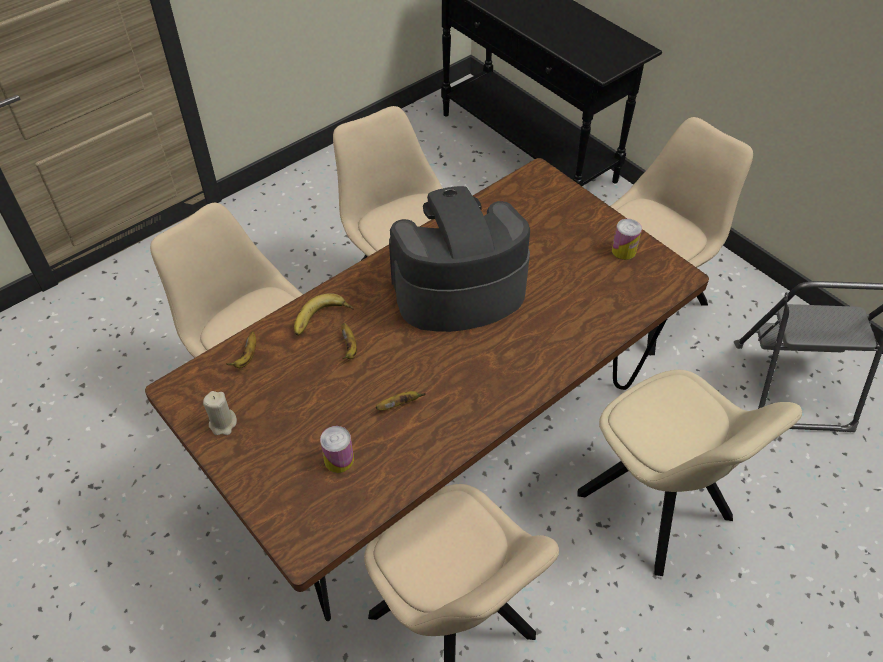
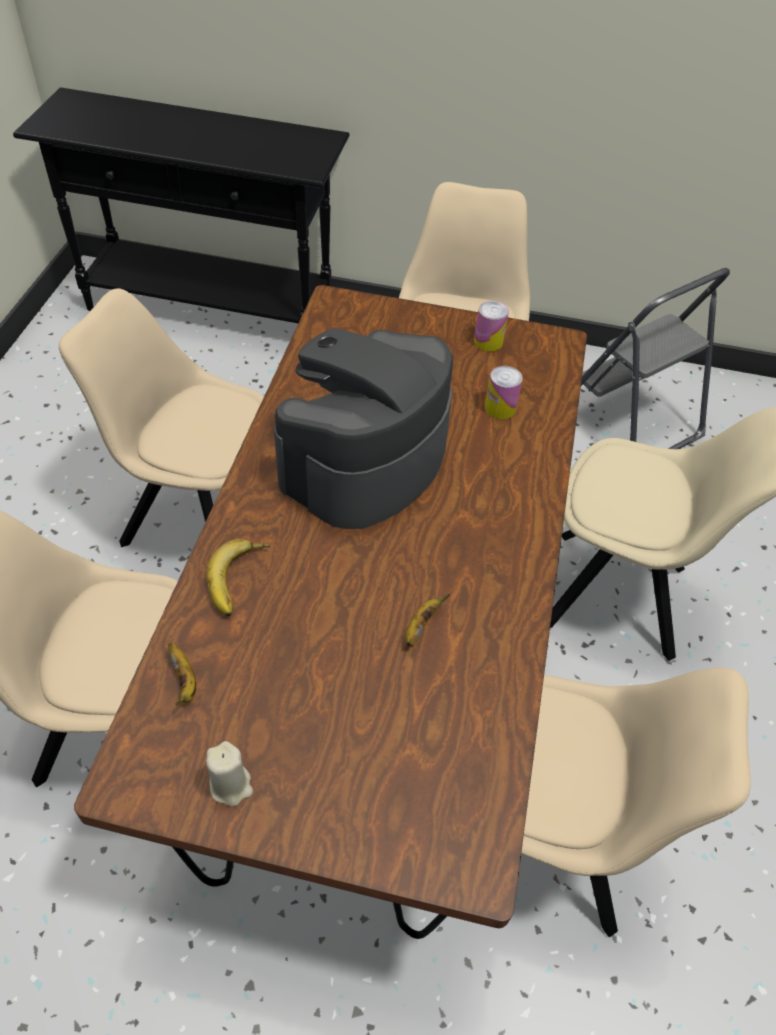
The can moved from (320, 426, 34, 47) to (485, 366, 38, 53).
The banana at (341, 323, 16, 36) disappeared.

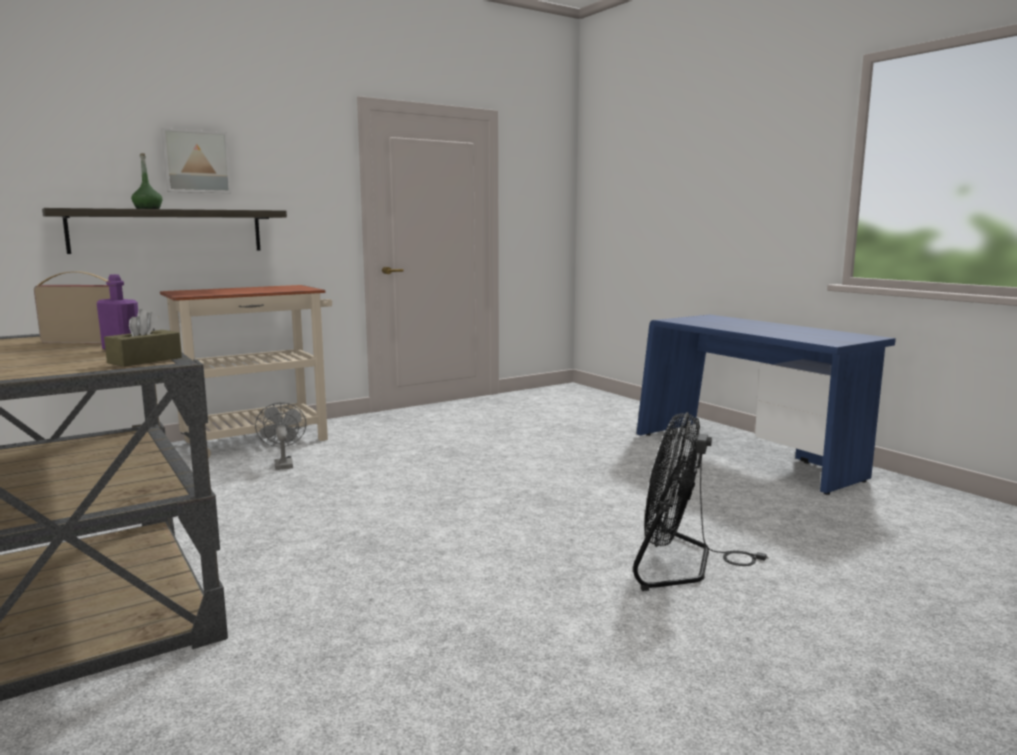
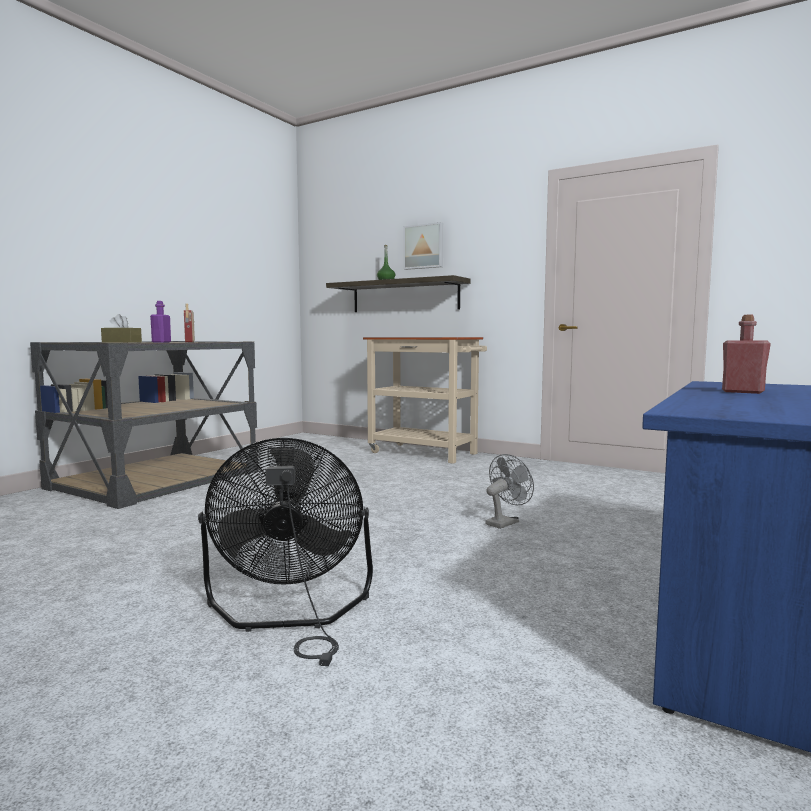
The fan (grey) moved from (255, 403, 51, 67) to (485, 454, 49, 75).
The bottle (red) at (722, 315, 49, 79) appeared.

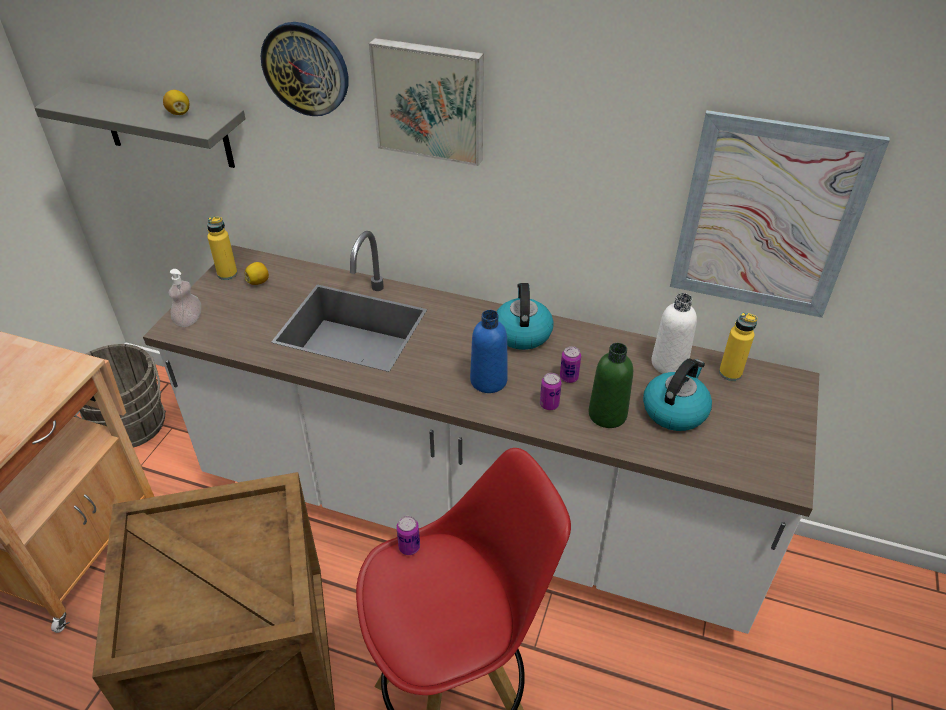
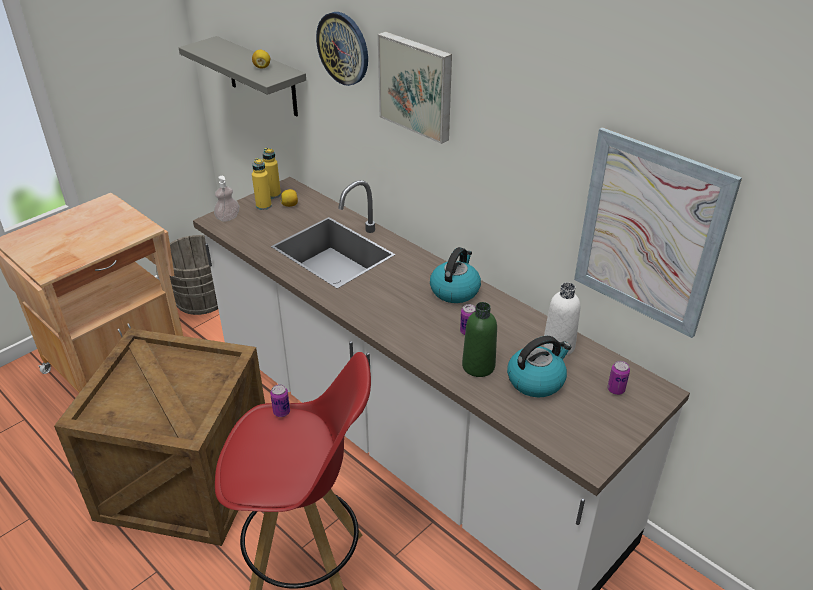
The bottle (yellow) moved from (719, 312, 39, 69) to (252, 158, 20, 52).
The can moved from (540, 373, 21, 37) to (607, 361, 23, 34).
The bottle (blue) at (470, 310, 38, 83) disappeared.

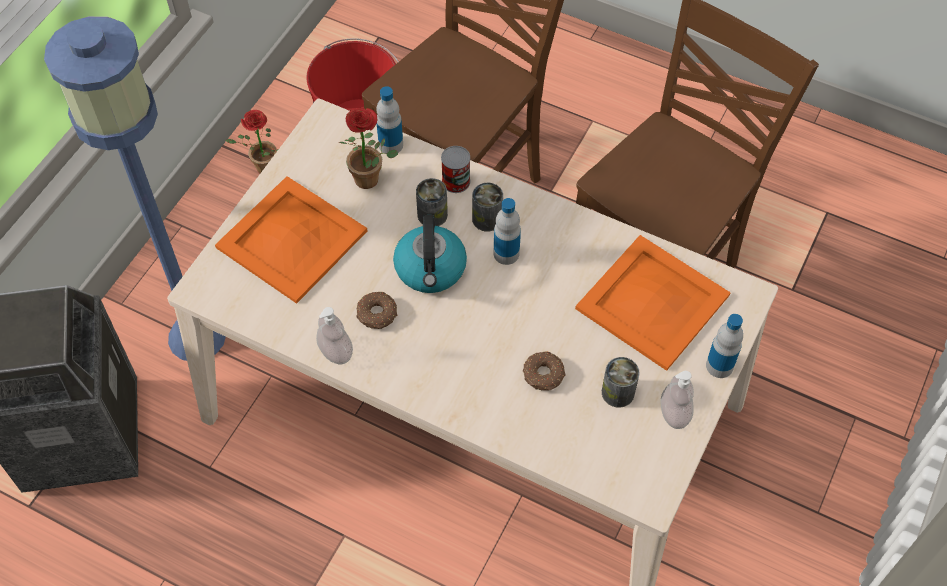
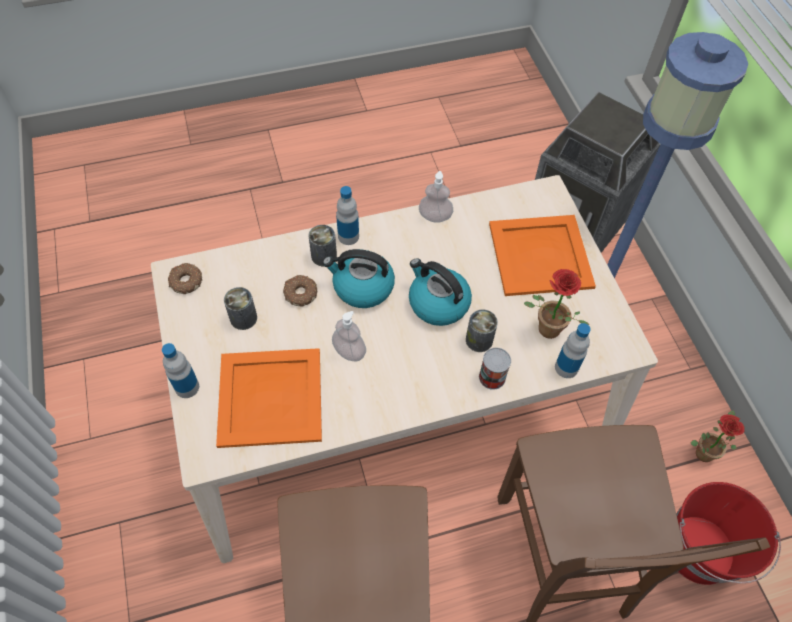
The donut moved from (356, 292, 41, 37) to (168, 263, 34, 31).
The can moved from (472, 183, 31, 49) to (309, 225, 28, 41).
The kettle at (323, 249, 72, 59) appeared.
The soap dispenser moved from (660, 371, 34, 58) to (332, 311, 34, 50).
The bottle moved from (494, 198, 27, 67) to (336, 186, 23, 59).

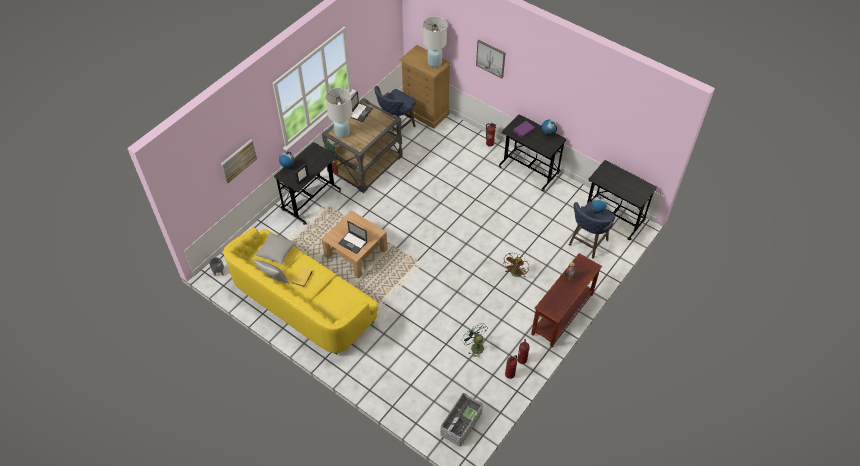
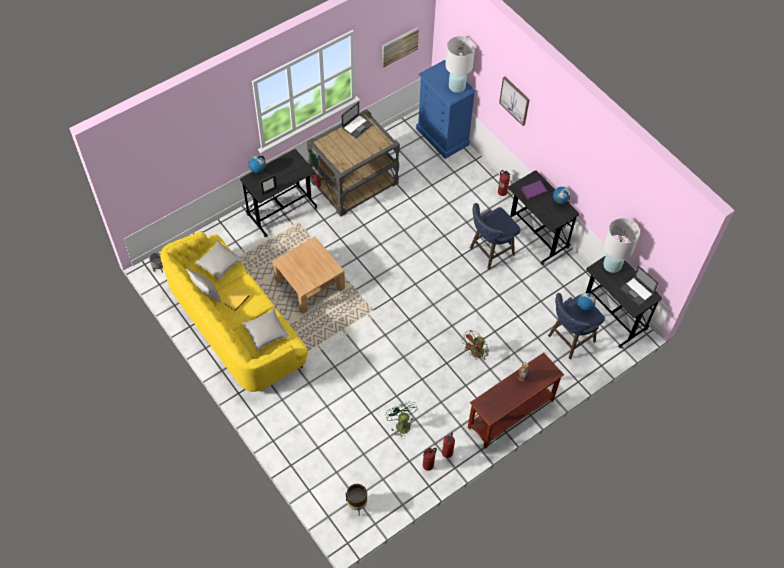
The pillow (grey) at (242, 308, 48, 43) appeared.
The storage box (grey) at (440, 393, 43, 53) was replaced by the planter (brown) at (346, 484, 21, 32).
The picture moved from (221, 139, 36, 44) to (382, 27, 37, 40).
The dresser (brown) at (399, 45, 52, 83) became the dresser (blue) at (416, 60, 60, 99).
The stool (blue) moved from (374, 86, 42, 48) to (470, 203, 50, 67).
The table lamp (white) moved from (326, 88, 26, 50) to (603, 218, 37, 55).
The laptop moved from (338, 221, 30, 33) to (620, 265, 39, 41).

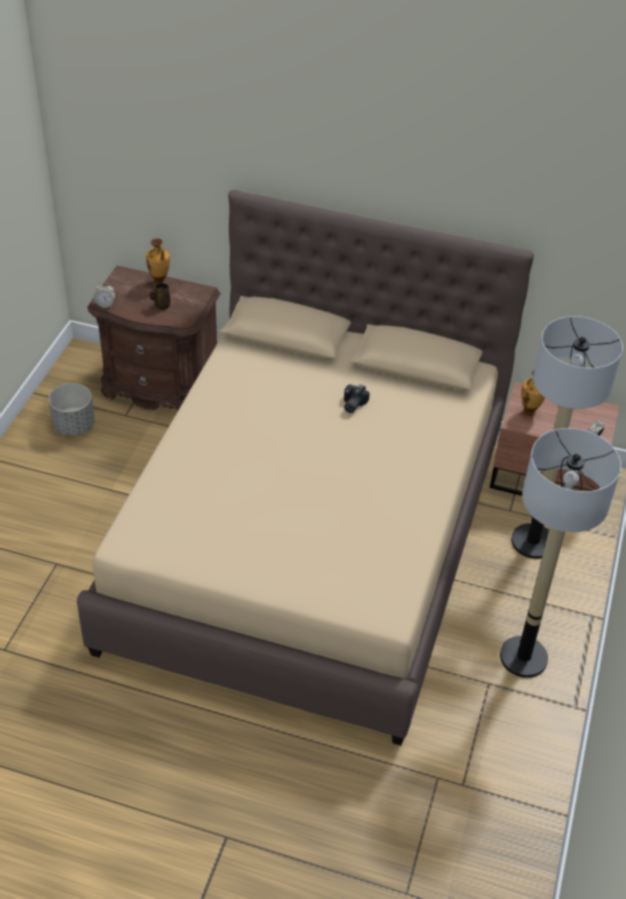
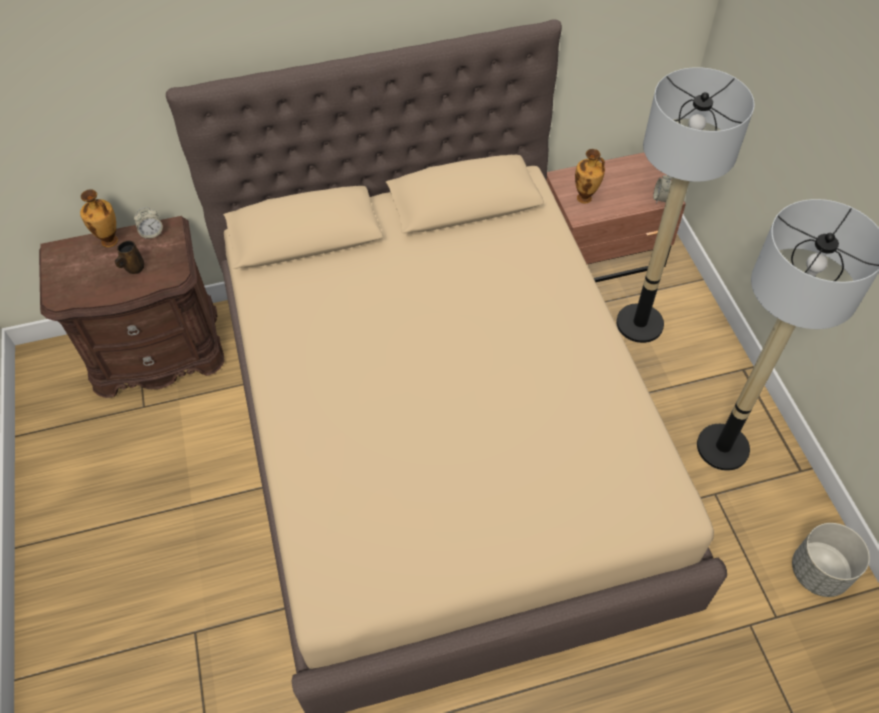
The alarm clock moved from (94, 282, 21, 26) to (134, 207, 29, 32).
The planter (grey) moved from (49, 383, 46, 53) to (792, 523, 78, 74).
The photo camera at (344, 385, 26, 28) disappeared.

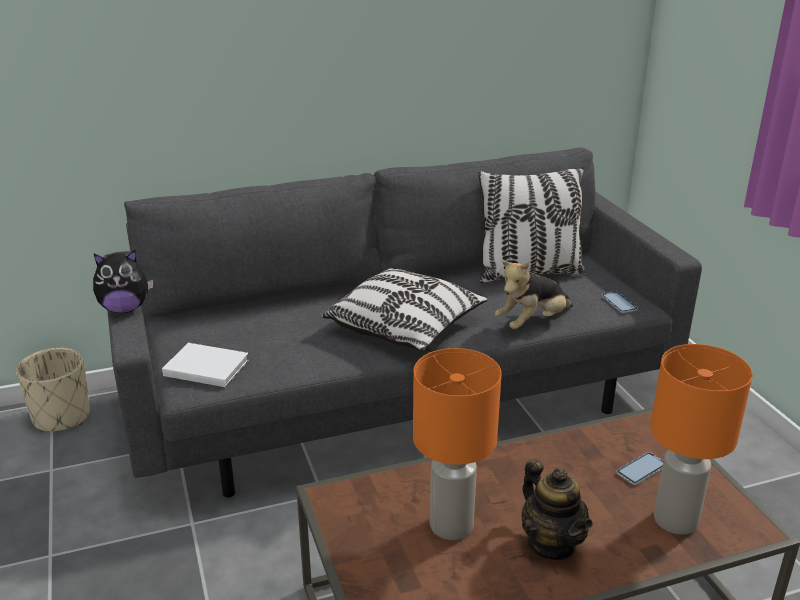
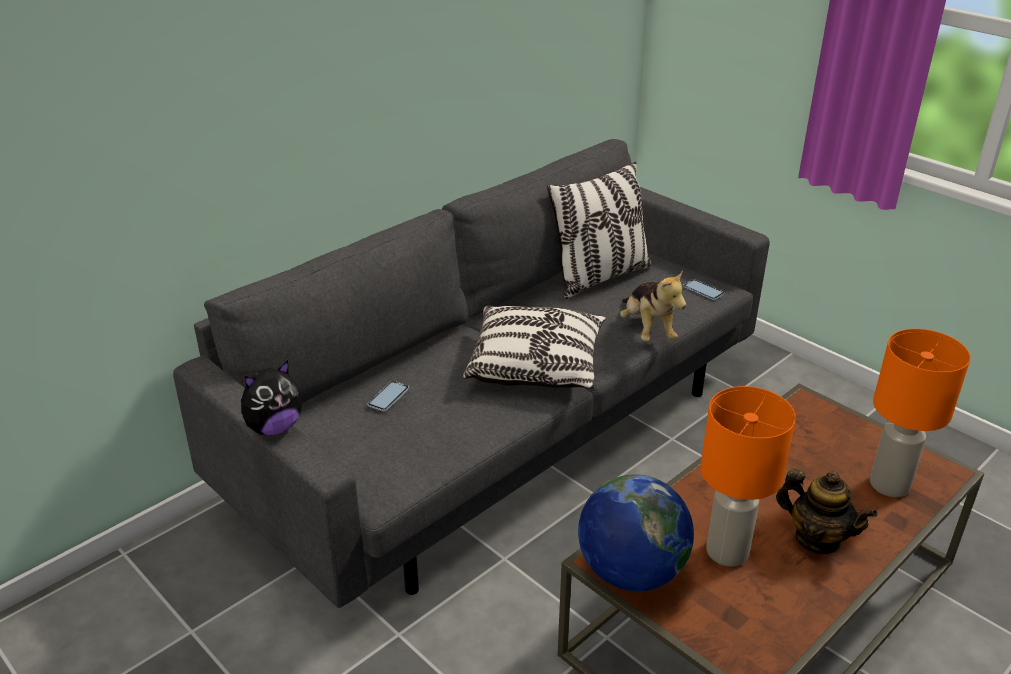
The phone moved from (616, 452, 47, 33) to (367, 381, 42, 31).
The globe at (578, 475, 116, 116) appeared.
The plush toy at (495, 261, 78, 68) turned 45 degrees counterclockwise.
The planter (beige) at (16, 348, 74, 84) disappeared.
The book (white) at (162, 343, 87, 44) disappeared.

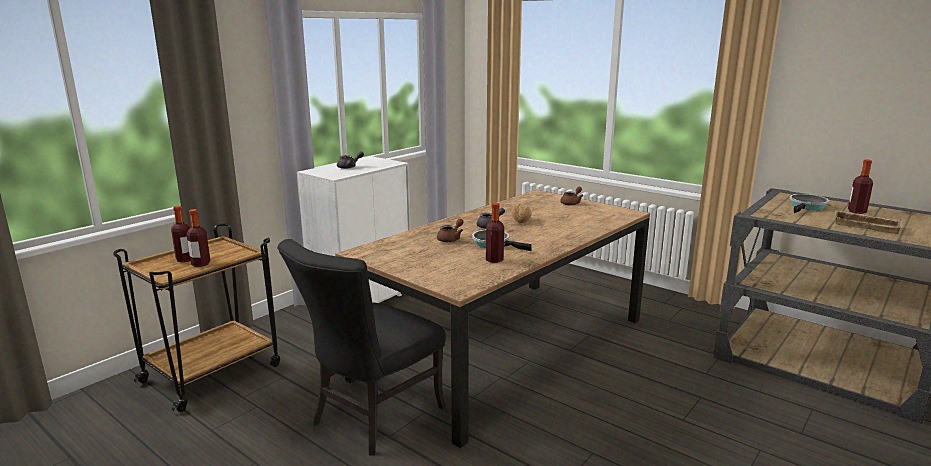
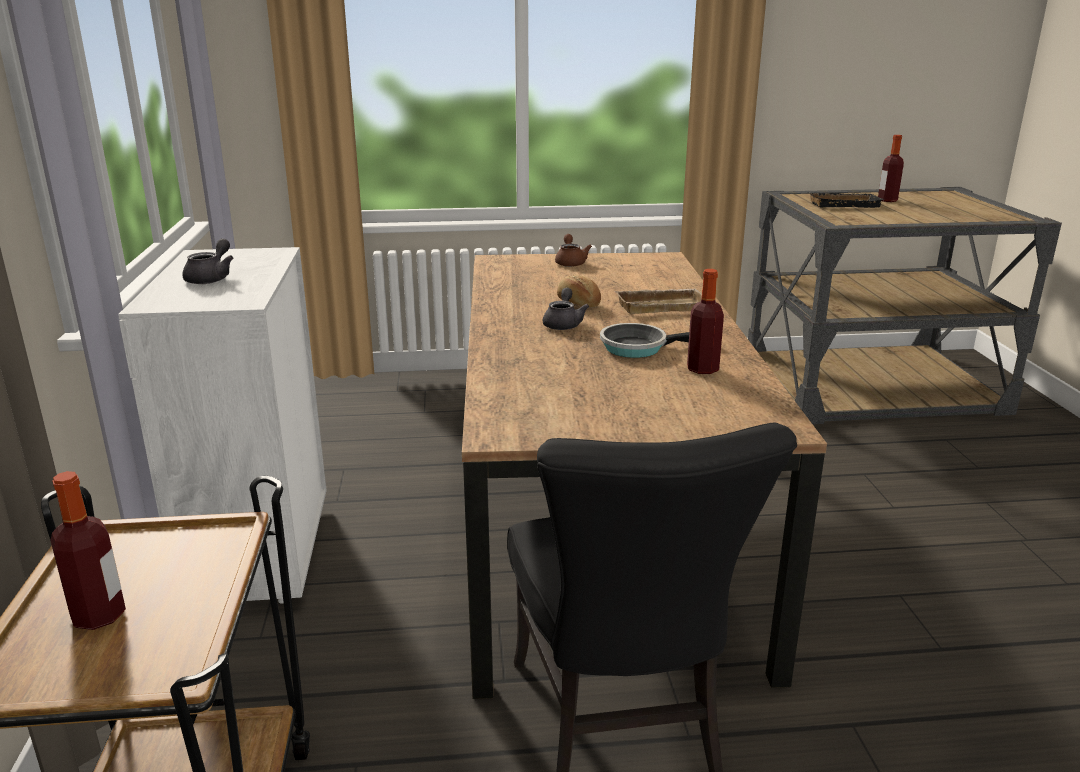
The tray (beige) moved from (834, 210, 68, 24) to (615, 289, 87, 25).
The frying pan at (790, 194, 39, 19) was replaced by the tray (black) at (808, 192, 76, 16).
The bottle at (186, 209, 24, 58) disappeared.
The teapot (brown) at (437, 218, 27, 24) disappeared.

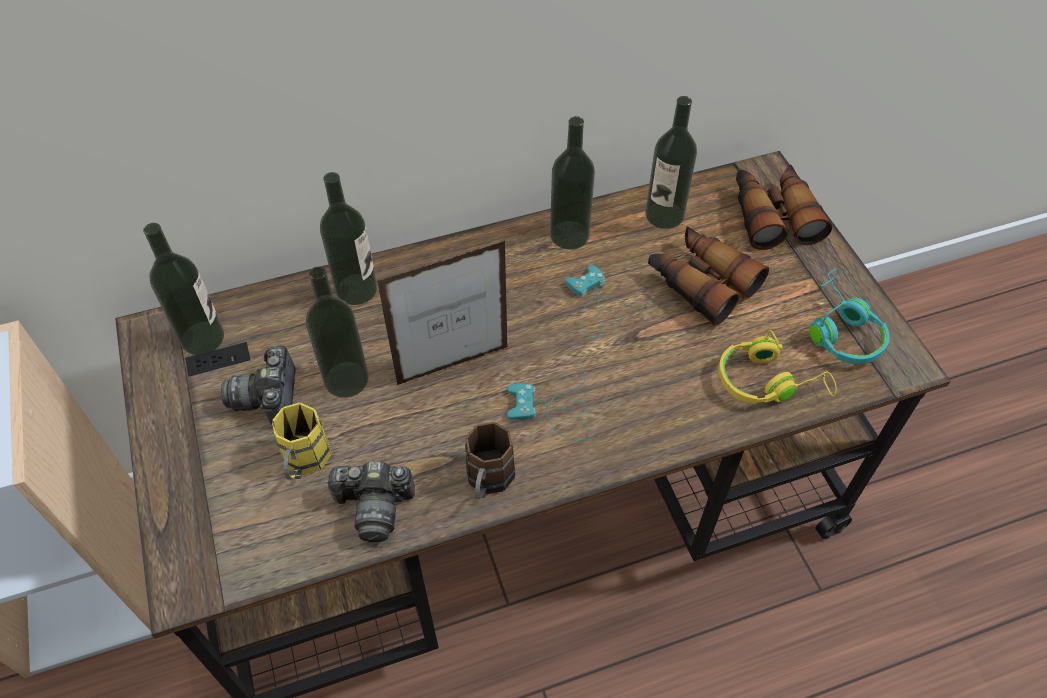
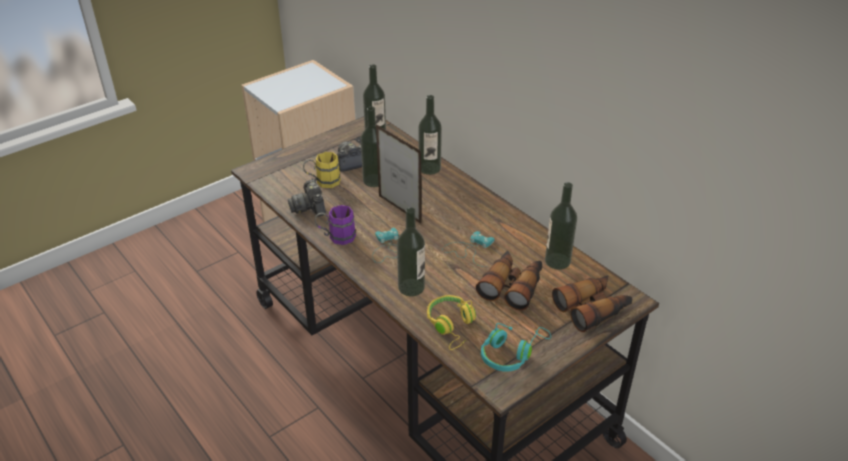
The mug (brown) at (465, 422, 50, 78) became the mug (purple) at (315, 205, 41, 40).
The bottle moved from (550, 116, 45, 133) to (397, 207, 28, 90).

